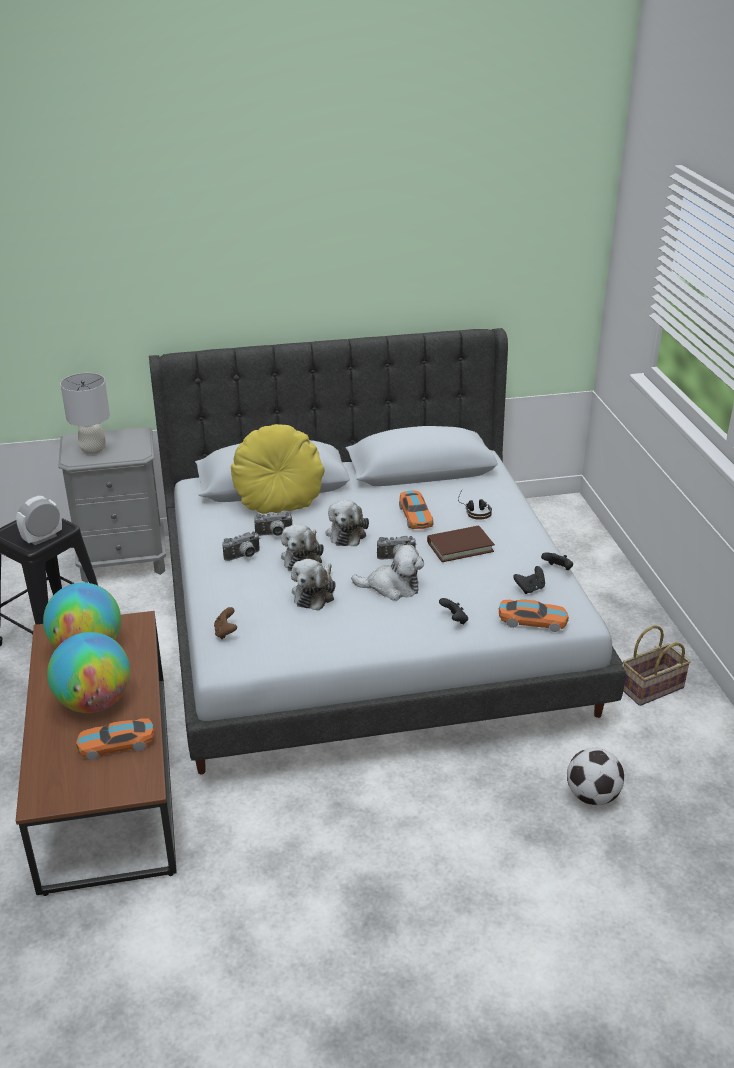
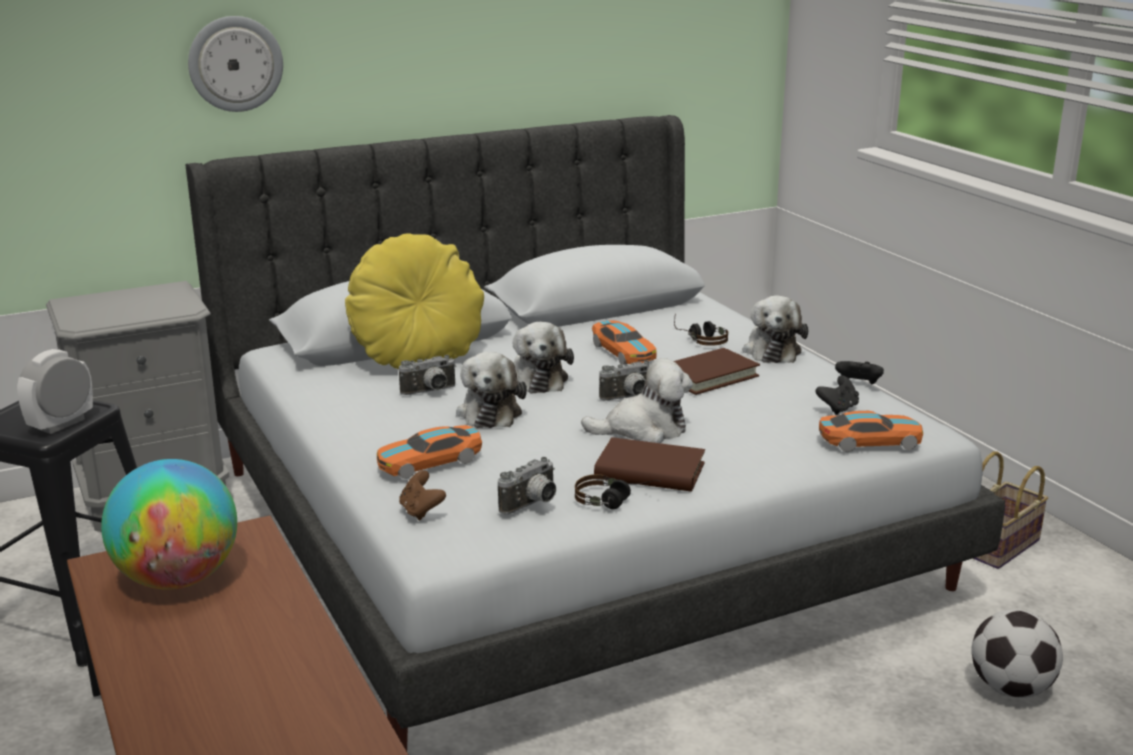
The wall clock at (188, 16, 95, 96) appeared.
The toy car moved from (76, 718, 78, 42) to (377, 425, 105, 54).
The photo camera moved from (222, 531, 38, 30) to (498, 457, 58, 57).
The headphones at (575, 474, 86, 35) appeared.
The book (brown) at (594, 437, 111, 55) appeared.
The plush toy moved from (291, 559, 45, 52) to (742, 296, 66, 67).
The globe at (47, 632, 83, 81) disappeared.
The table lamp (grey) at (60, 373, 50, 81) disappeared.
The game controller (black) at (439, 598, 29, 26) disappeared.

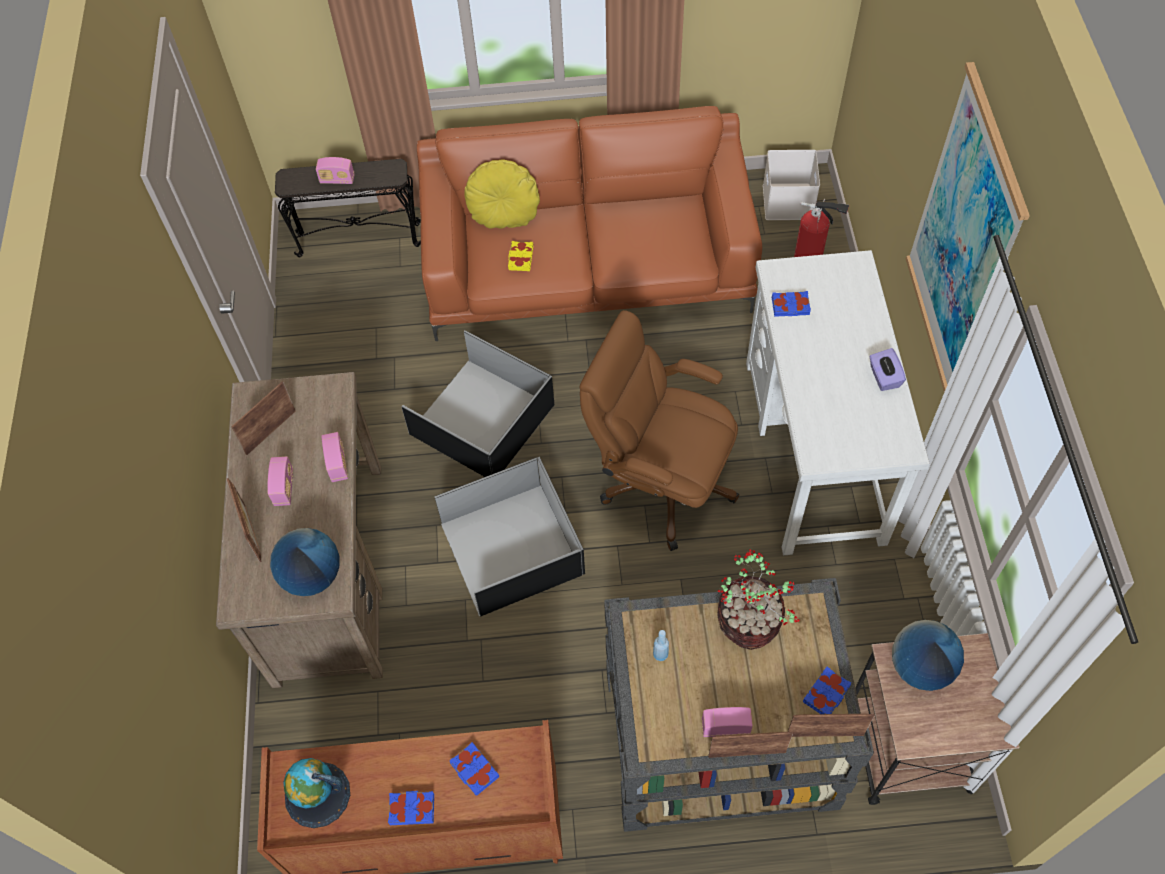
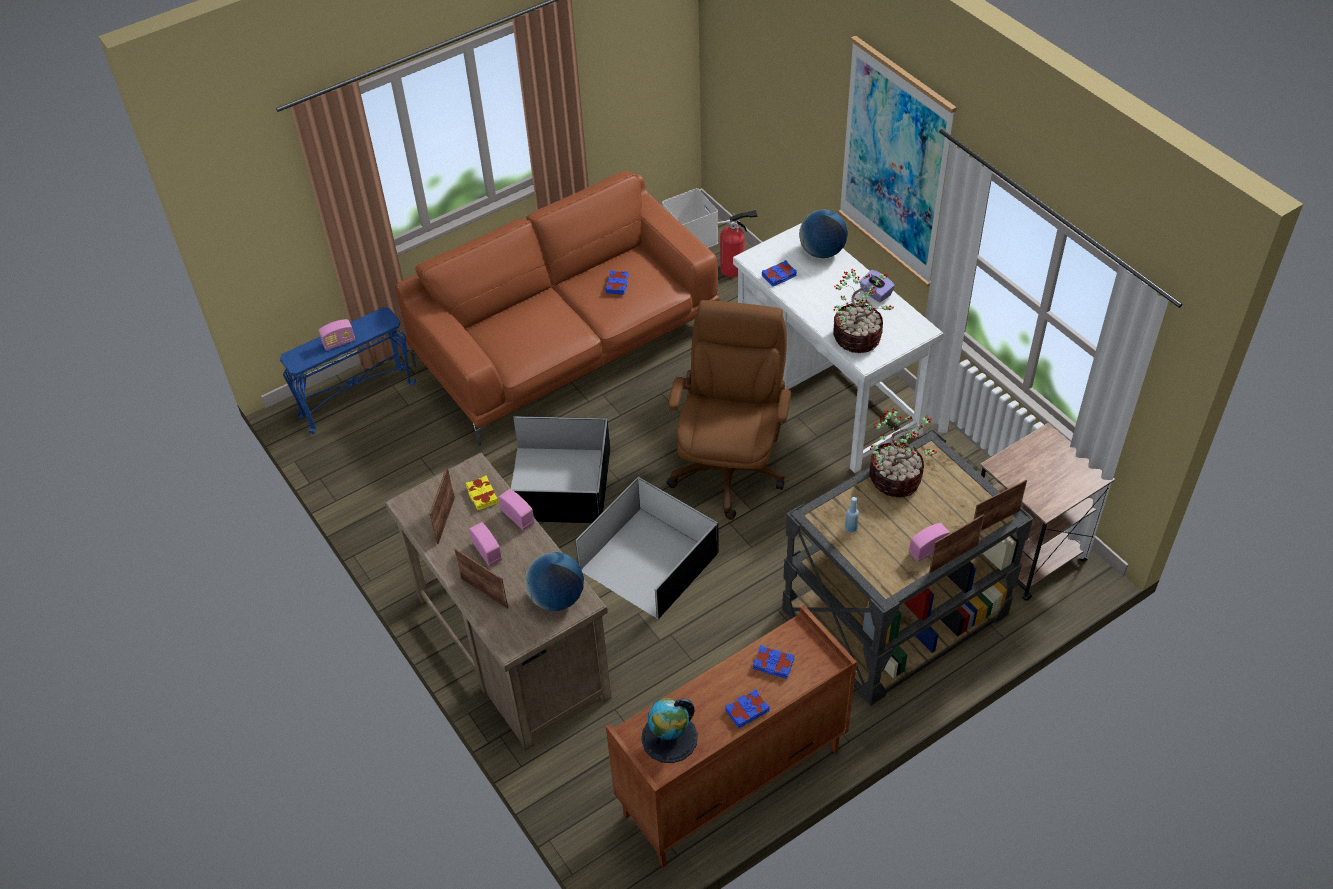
The side table (black) at (275, 159, 146, 98) became the side table (blue) at (280, 307, 136, 127).
The book (yellow) moved from (508, 241, 25, 30) to (466, 476, 33, 34).
The book (blue) moved from (803, 667, 48, 47) to (606, 270, 23, 25).
The office chair (brown) at (580, 310, 159, 241) turned 105 degrees clockwise.
The globe moved from (892, 620, 72, 71) to (799, 210, 49, 48).
The potted plant at (833, 269, 61, 84) appeared.
The pillow (yellow) at (464, 159, 76, 70) disappeared.

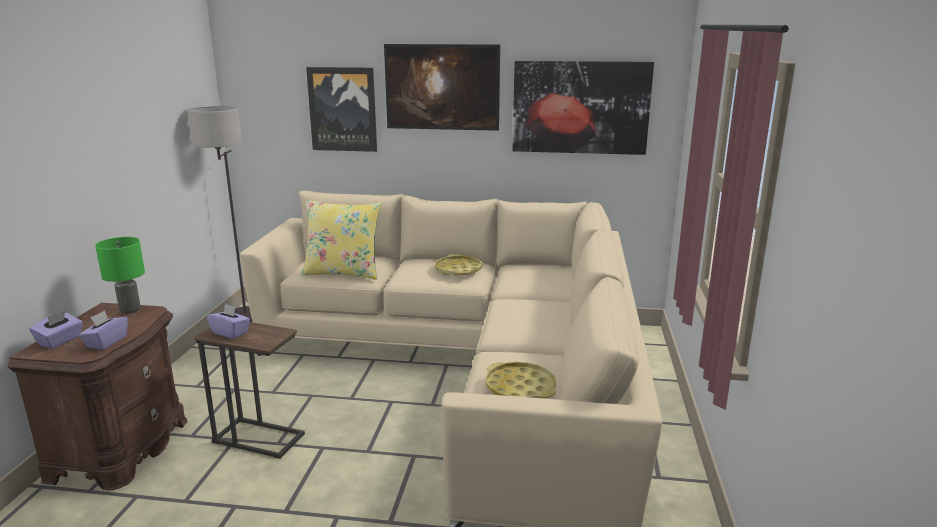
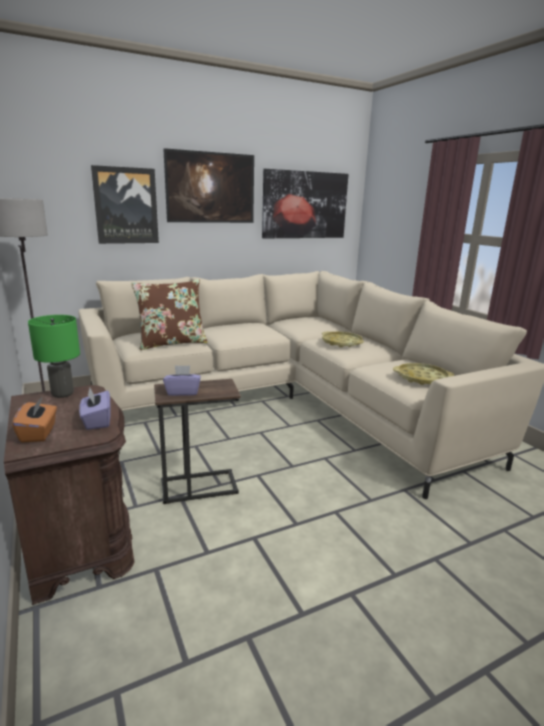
The tissue box (purple) at (29, 311, 54, 38) became the tissue box (orange) at (12, 396, 45, 47).
The pillow (yellow) at (301, 200, 81, 80) became the pillow (brown) at (131, 279, 77, 71).
The tray (yellow) moved from (435, 254, 47, 22) to (322, 332, 42, 15).

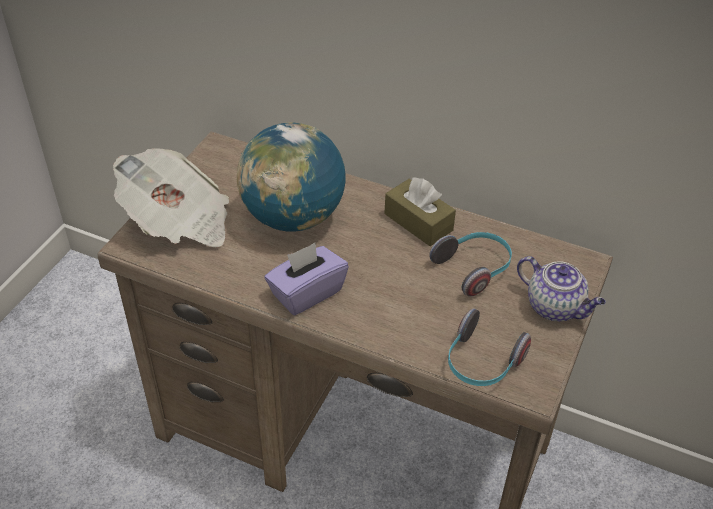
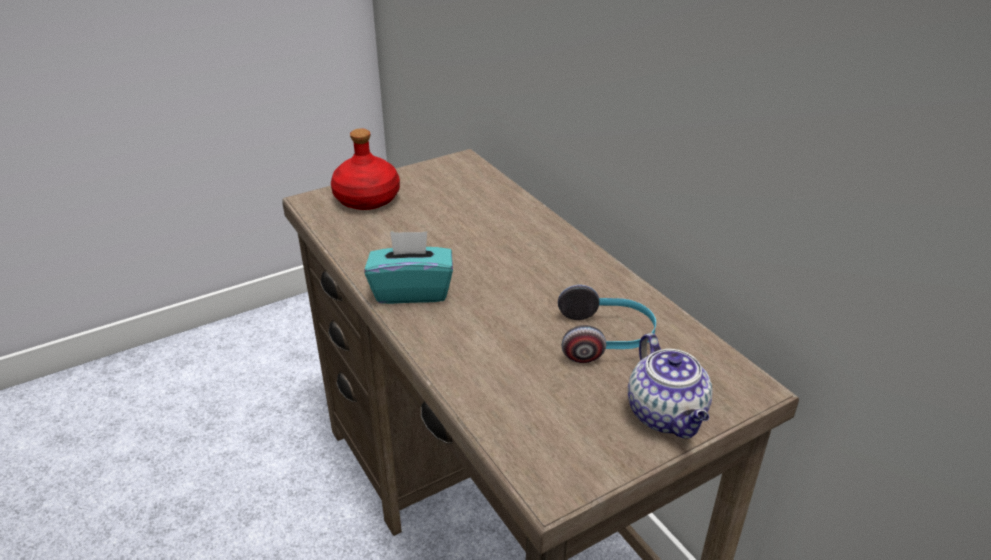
The newspaper at (113, 148, 116, 100) was replaced by the bottle (red) at (331, 129, 69, 81).
The tissue box (purple) at (265, 243, 84, 72) became the tissue box (turquoise) at (365, 231, 88, 73).
The globe at (237, 122, 109, 110) disappeared.
The tissue box (brown) at (384, 177, 72, 69) disappeared.
The headphones at (448, 308, 83, 78) disappeared.

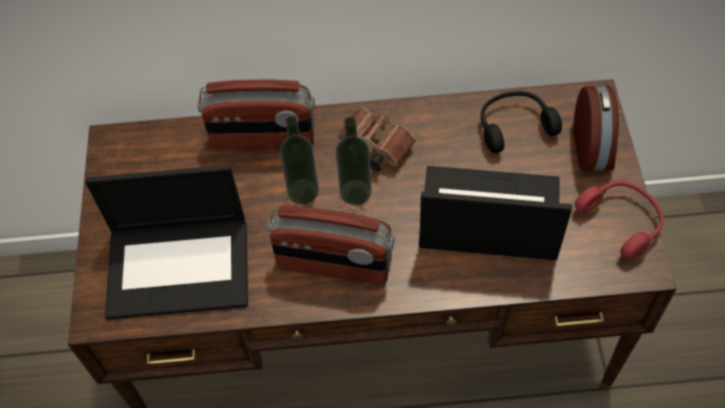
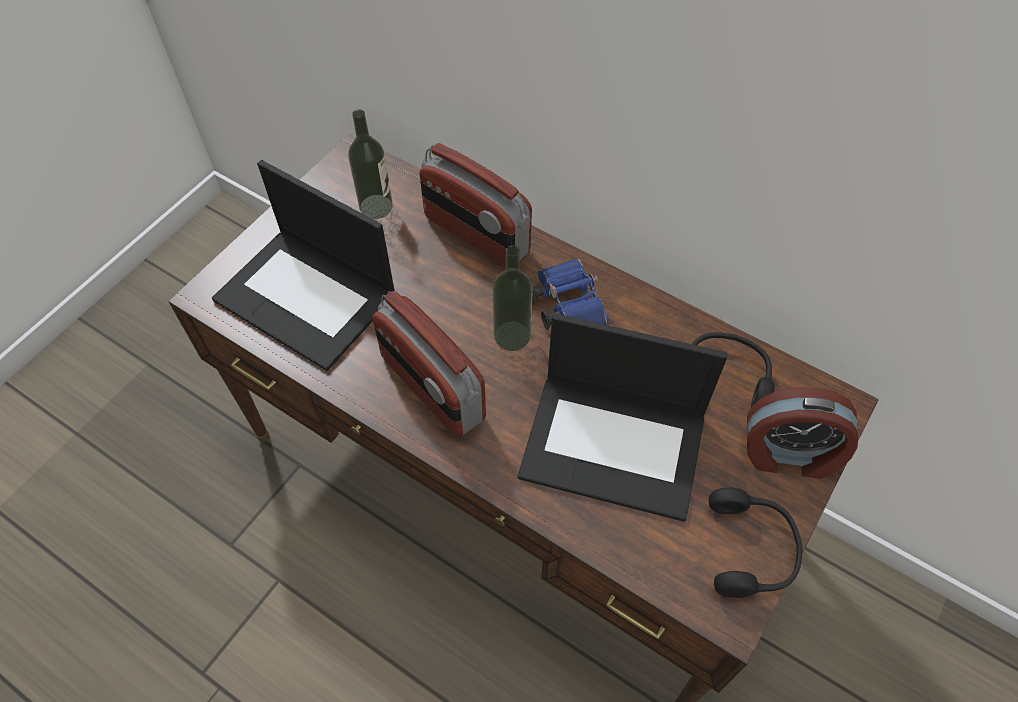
The bottle moved from (280, 116, 39, 88) to (348, 109, 45, 110).
The laptop at (419, 166, 153, 94) turned 150 degrees clockwise.
The binoculars (brown) at (337, 108, 79, 64) became the binoculars (blue) at (532, 259, 77, 71).
The headphones (red) at (575, 181, 89, 79) became the headphones (black) at (709, 488, 94, 110).
The alarm clock at (574, 86, 45, 85) turned 60 degrees clockwise.

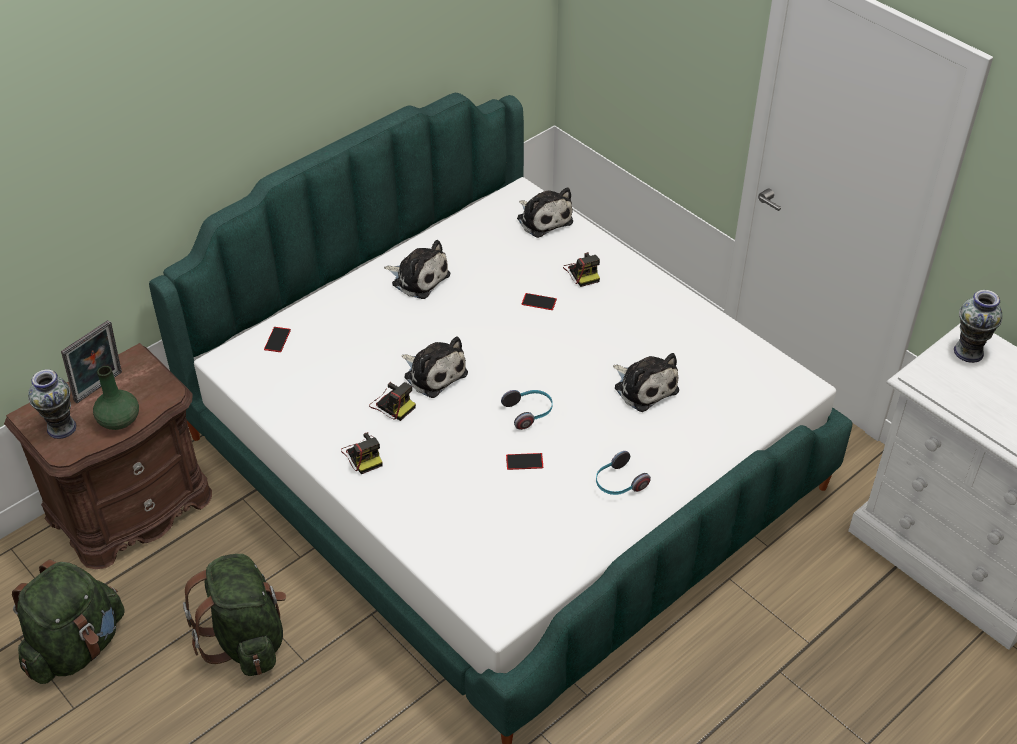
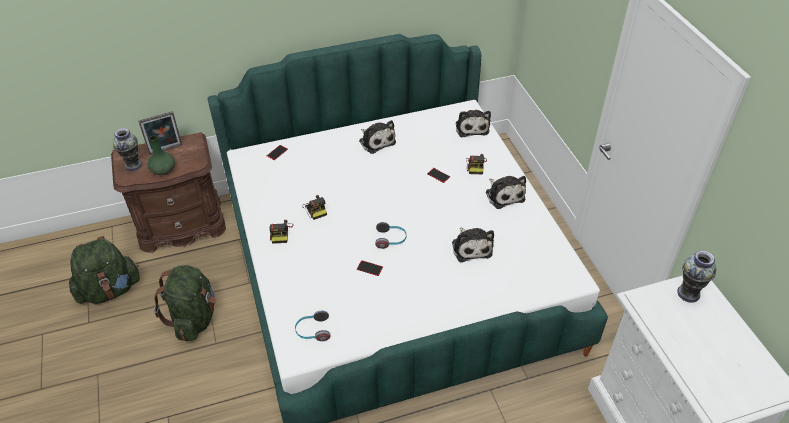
The headphones moved from (596, 451, 55, 44) to (295, 311, 36, 30).
The plush toy moved from (401, 336, 67, 62) to (486, 176, 40, 33).

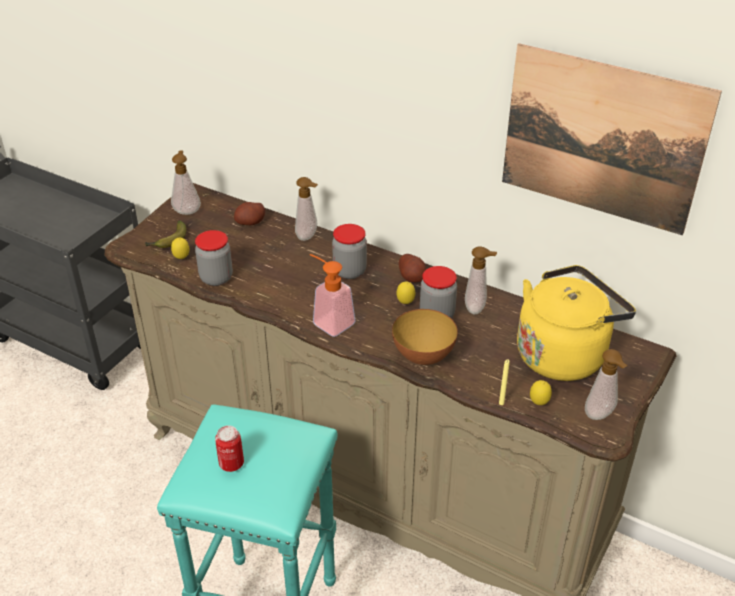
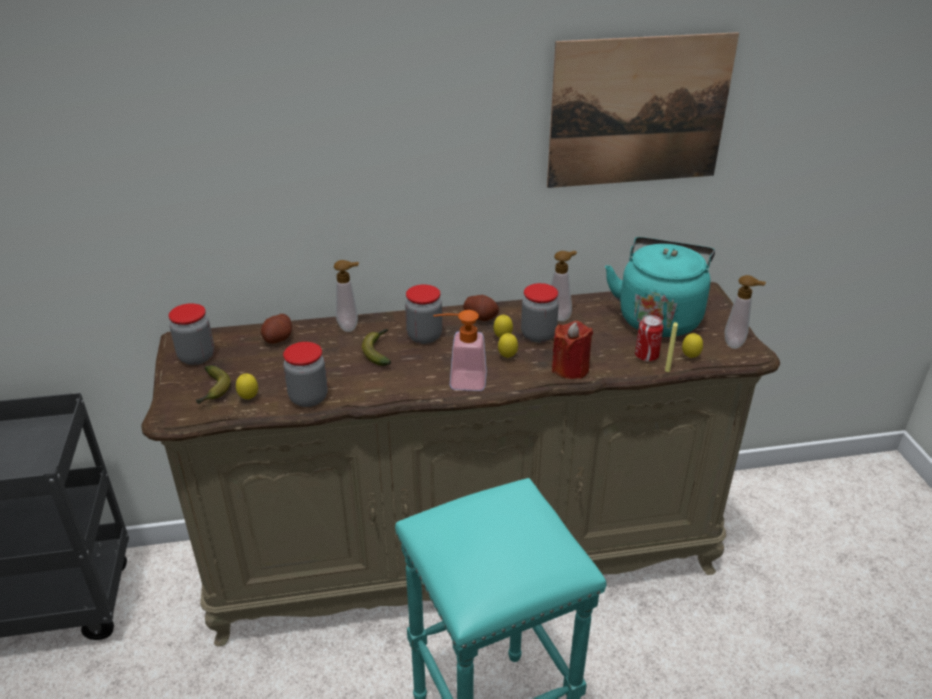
The soap dispenser at (171, 150, 30, 65) was replaced by the jar at (168, 303, 46, 62).
The banana at (362, 329, 29, 37) appeared.
The lemon at (498, 333, 20, 25) appeared.
The bowl at (392, 309, 66, 56) was replaced by the candle (red) at (552, 321, 41, 58).
The kettle (yellow) at (517, 265, 119, 116) became the kettle (turquoise) at (605, 237, 110, 100).
The can moved from (215, 425, 29, 47) to (635, 315, 28, 46).

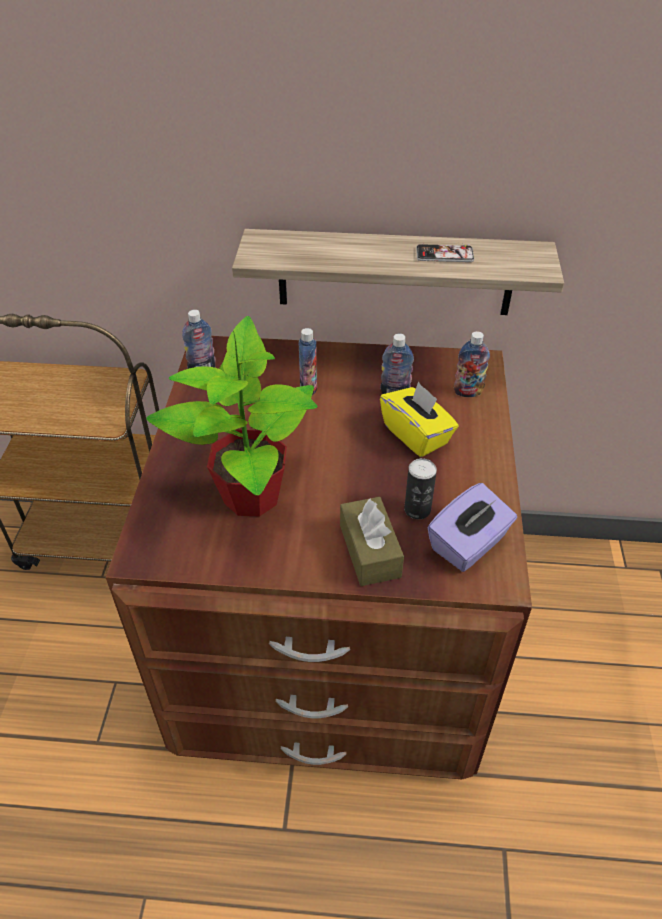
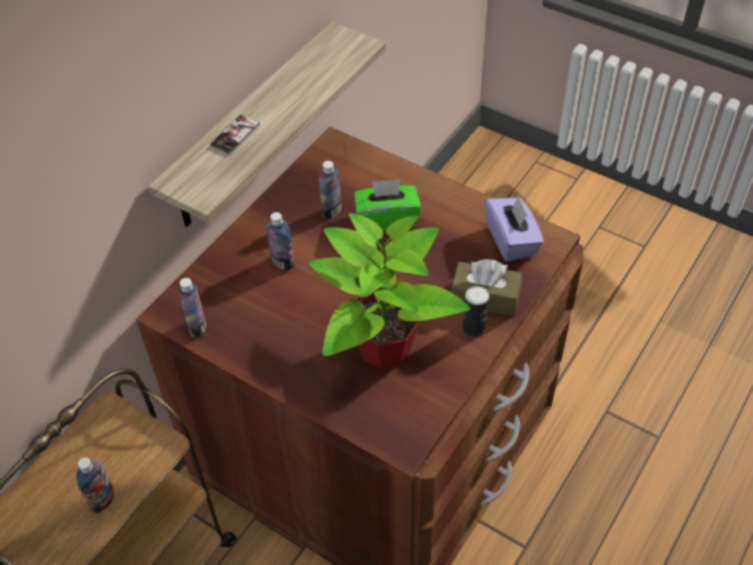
The bottle moved from (454, 331, 36, 66) to (76, 457, 39, 56).
The phone moved from (416, 243, 58, 19) to (210, 114, 50, 41).
The tissue box (yellow) at (380, 381, 78, 76) became the tissue box (green) at (354, 179, 67, 52).
The can moved from (404, 458, 33, 61) to (462, 286, 27, 51).

